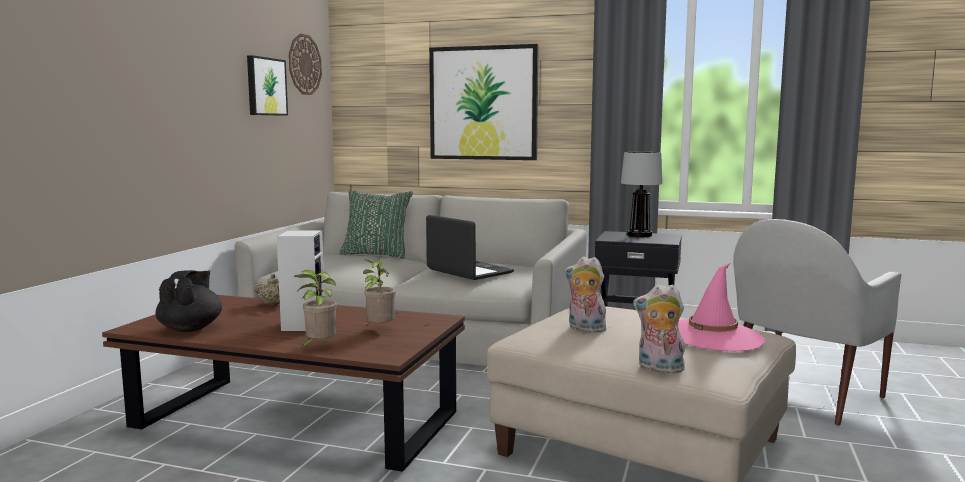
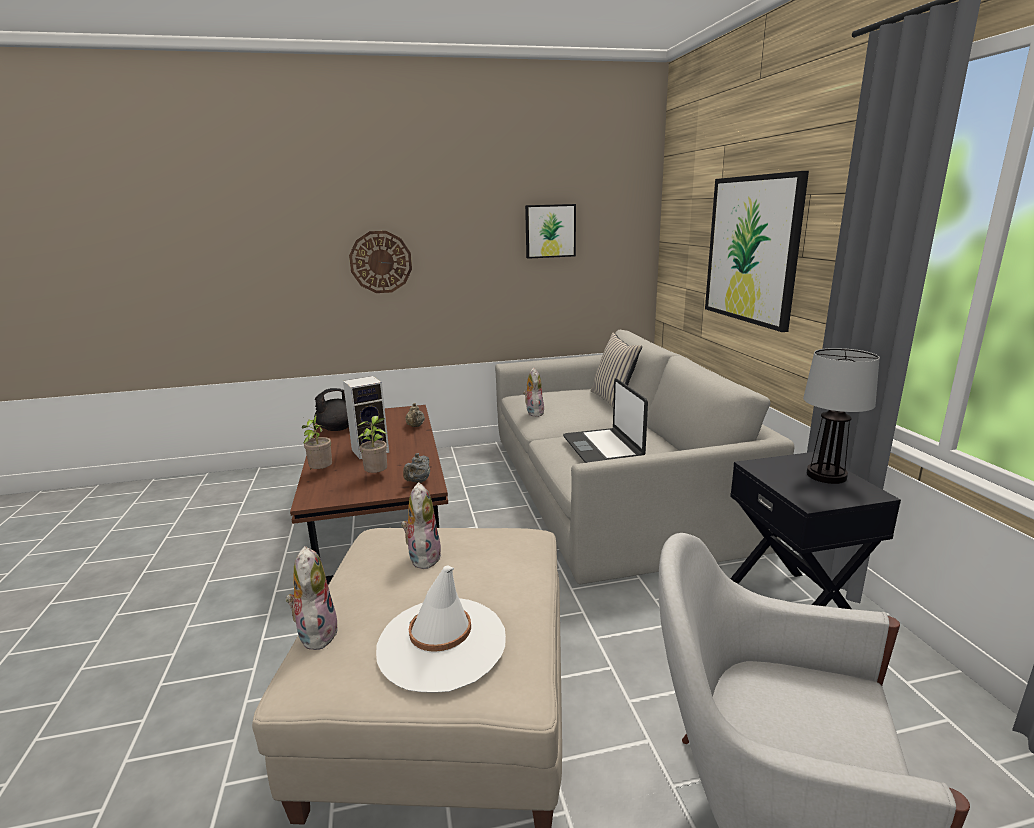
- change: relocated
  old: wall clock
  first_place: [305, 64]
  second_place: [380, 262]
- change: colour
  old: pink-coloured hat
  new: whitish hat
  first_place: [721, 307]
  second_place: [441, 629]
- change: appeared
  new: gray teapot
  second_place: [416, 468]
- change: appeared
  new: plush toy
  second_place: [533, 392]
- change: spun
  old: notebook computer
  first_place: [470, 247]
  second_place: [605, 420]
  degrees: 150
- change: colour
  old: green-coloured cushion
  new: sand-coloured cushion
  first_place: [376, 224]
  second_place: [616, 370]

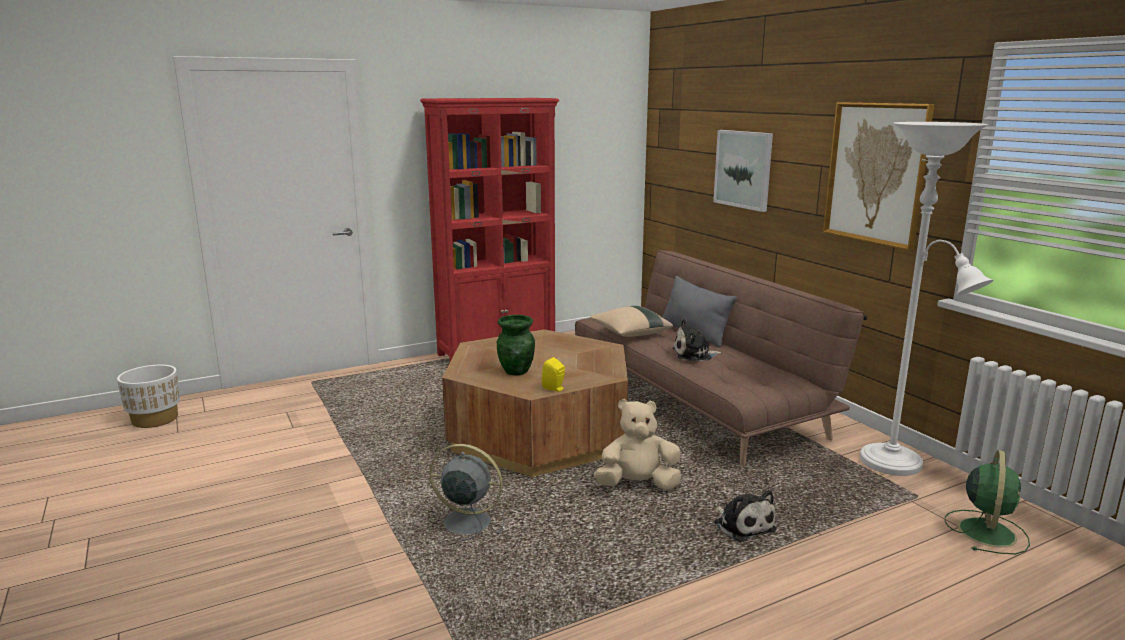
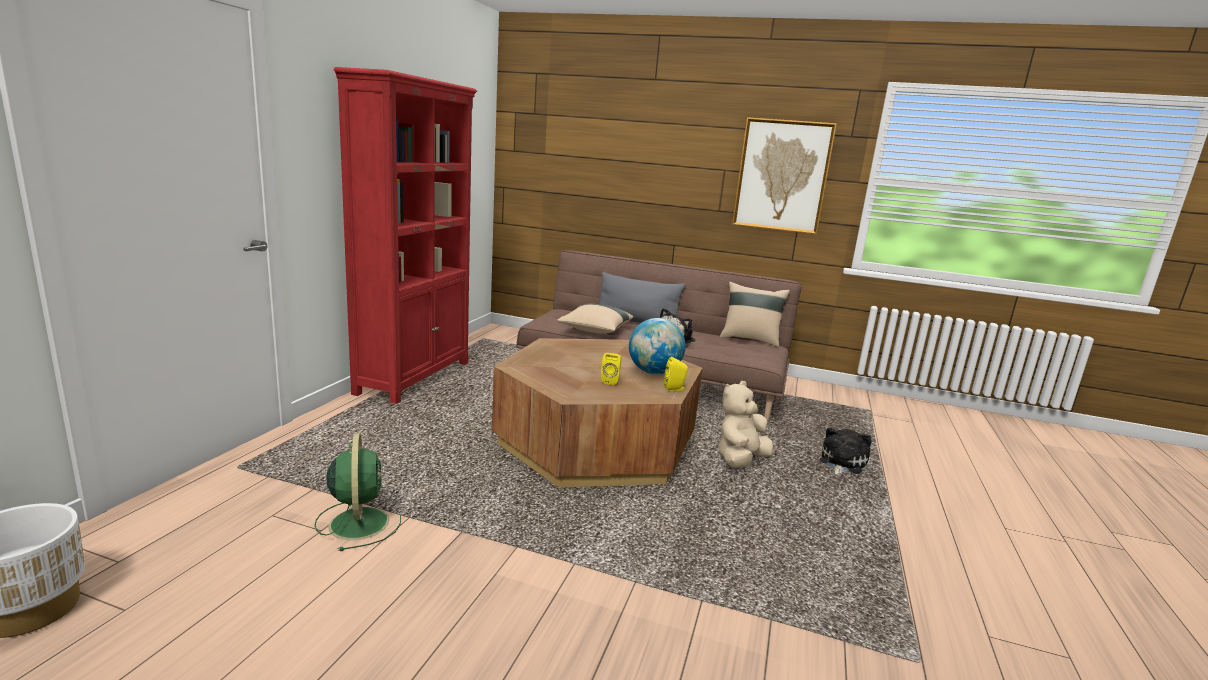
- change: relocated
  old: green-coloured fan
  first_place: [987, 502]
  second_place: [358, 492]
- change: exchanged
  old: green-coloured vase
  new: yellowish audio speaker
  first_place: [516, 345]
  second_place: [611, 369]
- change: appeared
  new: world globe
  second_place: [657, 346]
- change: appeared
  new: sand-coloured cushion
  second_place: [755, 314]
- change: spun
  old: plush toy
  first_place: [745, 516]
  second_place: [846, 451]
  degrees: -75
- change: missing
  old: gray fan
  first_place: [467, 492]
- change: missing
  old: wall art
  first_place: [743, 171]
- change: missing
  old: whitish standing lamp
  first_place: [927, 299]

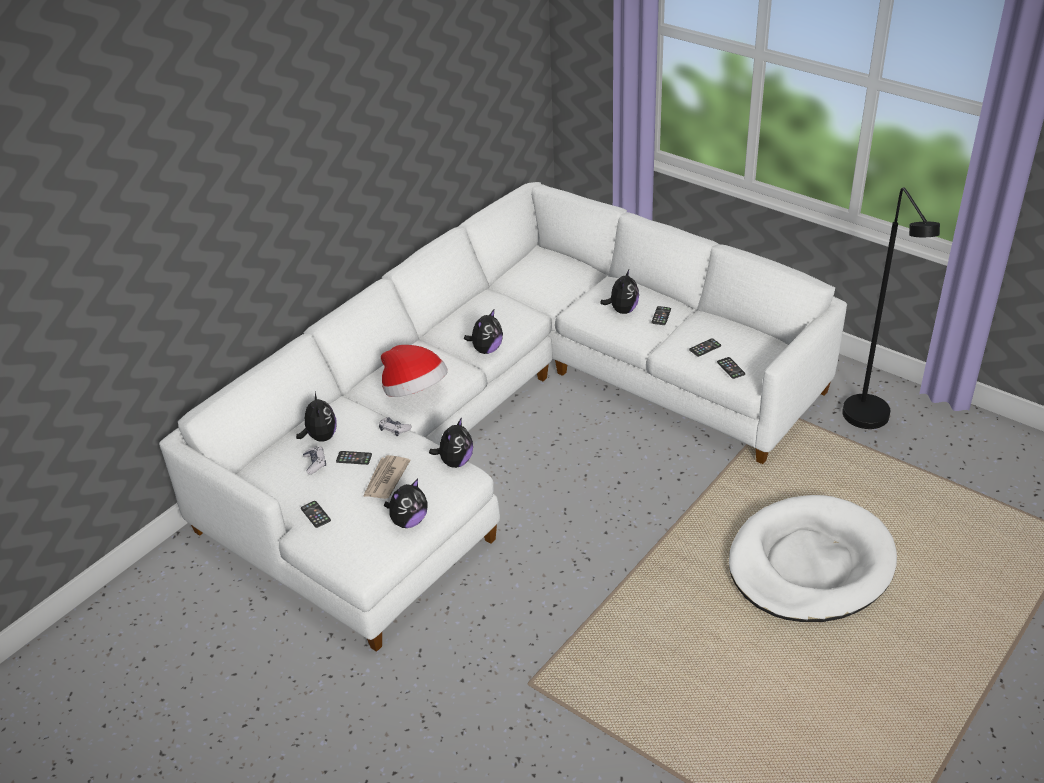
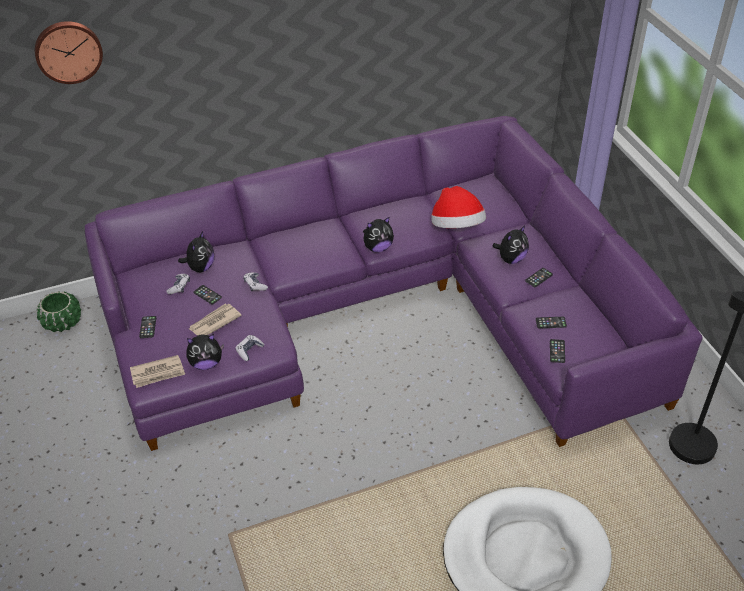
- change: appeared
  new: wall clock
  second_place: [69, 52]
- change: appeared
  new: green-coloured planter
  second_place: [59, 311]
- change: colour
  old: whitish settee
  new: purplish settee
  first_place: [503, 417]
  second_place: [394, 283]
- change: appeared
  new: printed paper
  second_place: [157, 371]
- change: appeared
  new: game controller
  second_place: [250, 348]
- change: relocated
  old: hat
  first_place: [414, 371]
  second_place: [458, 207]
- change: missing
  old: plush toy
  first_place: [451, 442]

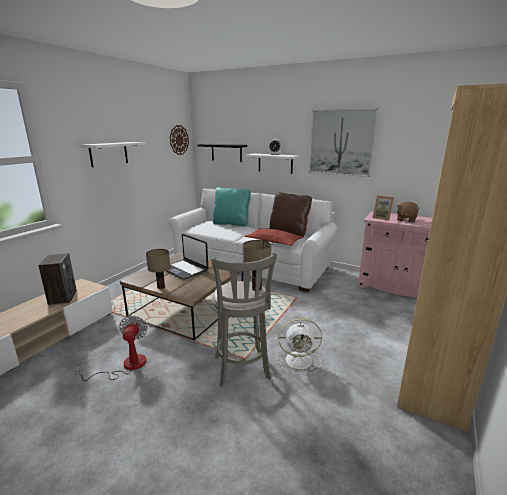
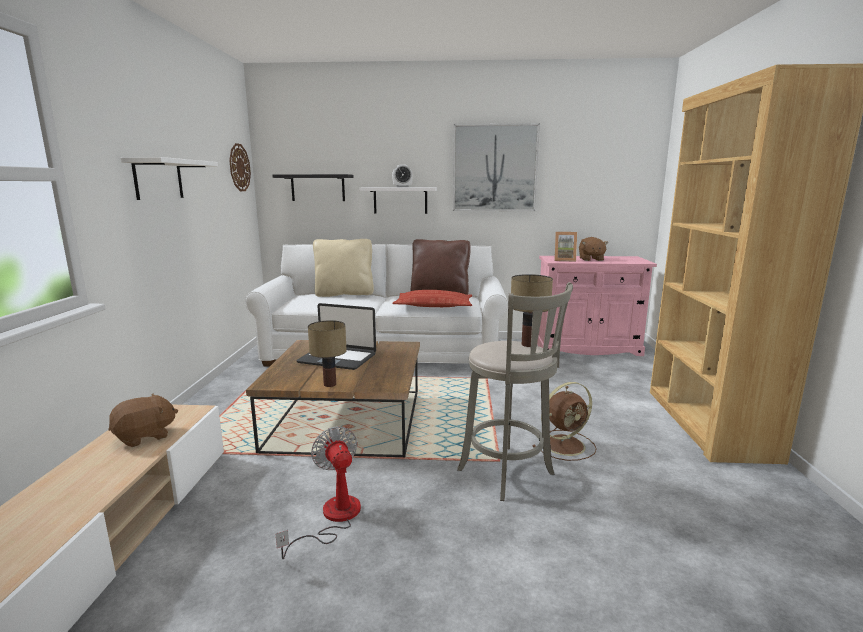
- change: exchanged
  old: audio speaker
  new: brown-coloured plush toy
  first_place: [57, 279]
  second_place: [143, 420]
- change: colour
  old: turquoise cushion
  new: sand-coloured cushion
  first_place: [232, 207]
  second_place: [343, 268]
- change: colour
  old: whitish fan
  new: brown-coloured fan
  first_place: [299, 346]
  second_place: [564, 421]

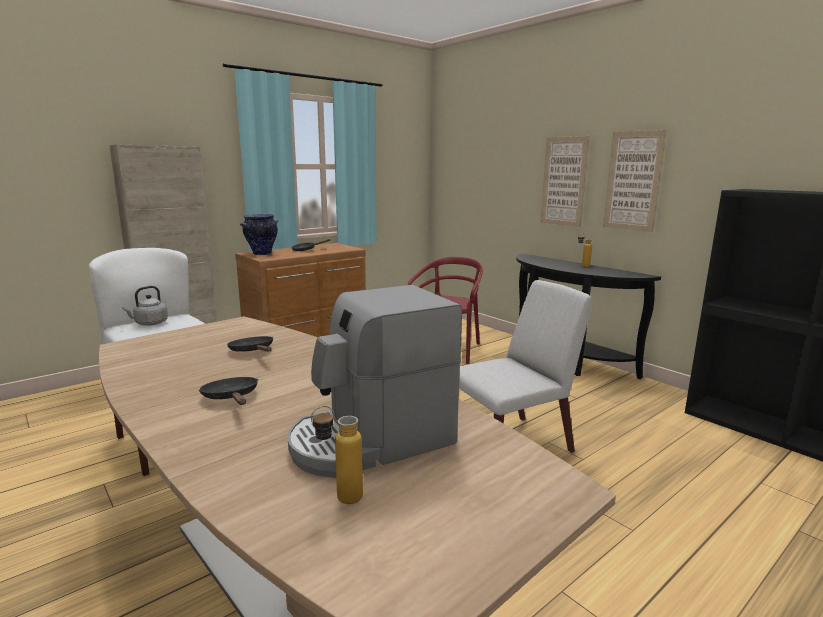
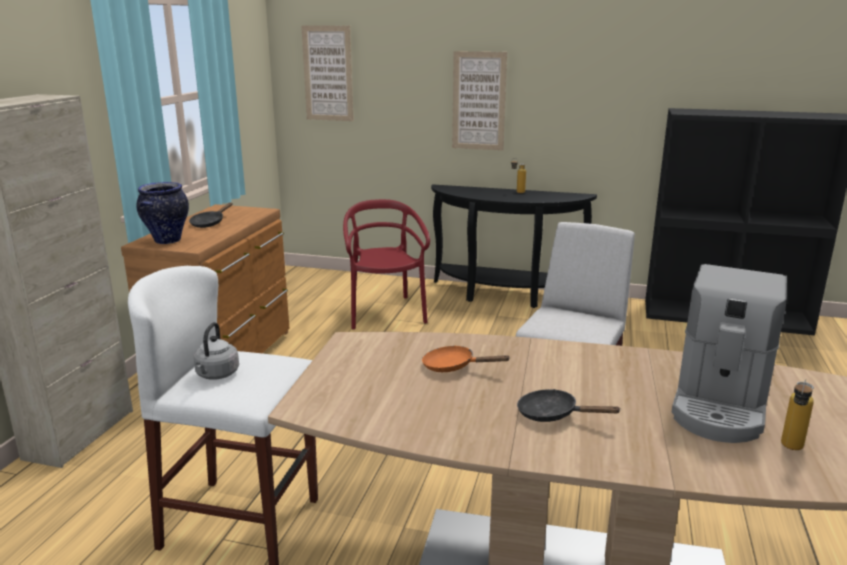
- change: relocated
  old: wall art
  first_place: [635, 181]
  second_place: [327, 73]
- change: colour
  old: black-coloured skillet
  new: orangey skillet
  first_place: [250, 344]
  second_place: [466, 358]

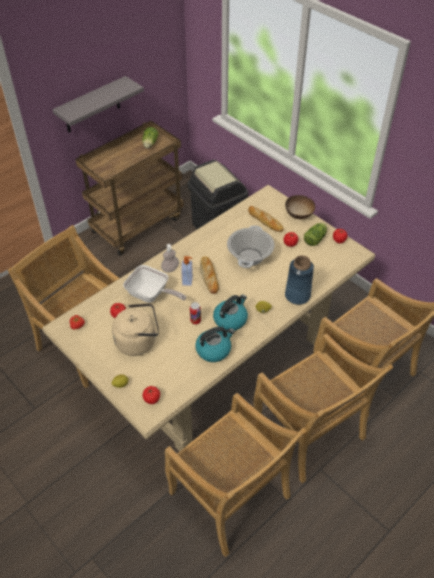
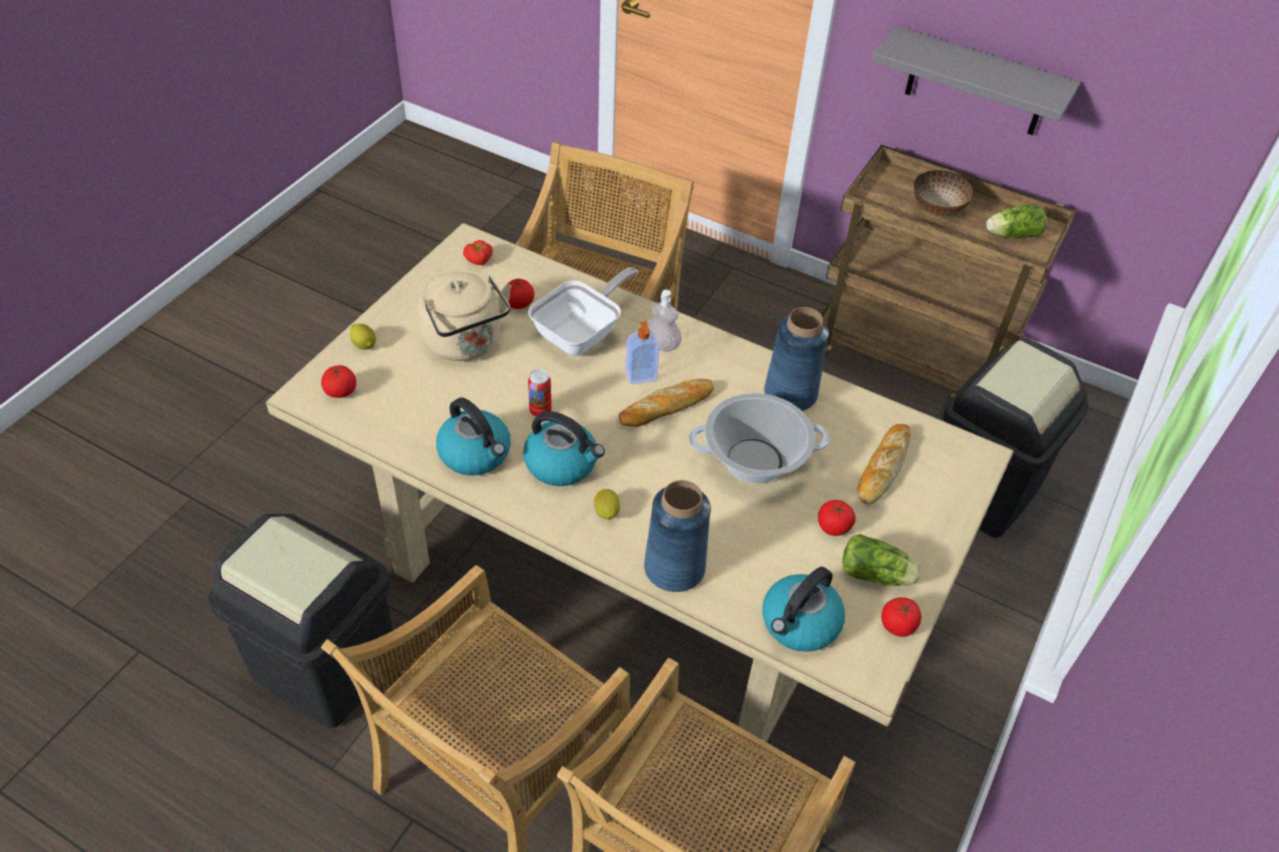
- change: exchanged
  old: sand-coloured upright chair
  new: black-coloured trash can
  first_place: [235, 475]
  second_place: [302, 621]
- change: spun
  old: skillet
  first_place: [154, 284]
  second_place: [583, 311]
  degrees: -150
- change: appeared
  new: water kettle
  second_place: [803, 609]
- change: appeared
  new: blue vase
  second_place: [796, 359]
- change: relocated
  old: serving bowl
  first_place: [300, 207]
  second_place: [944, 193]

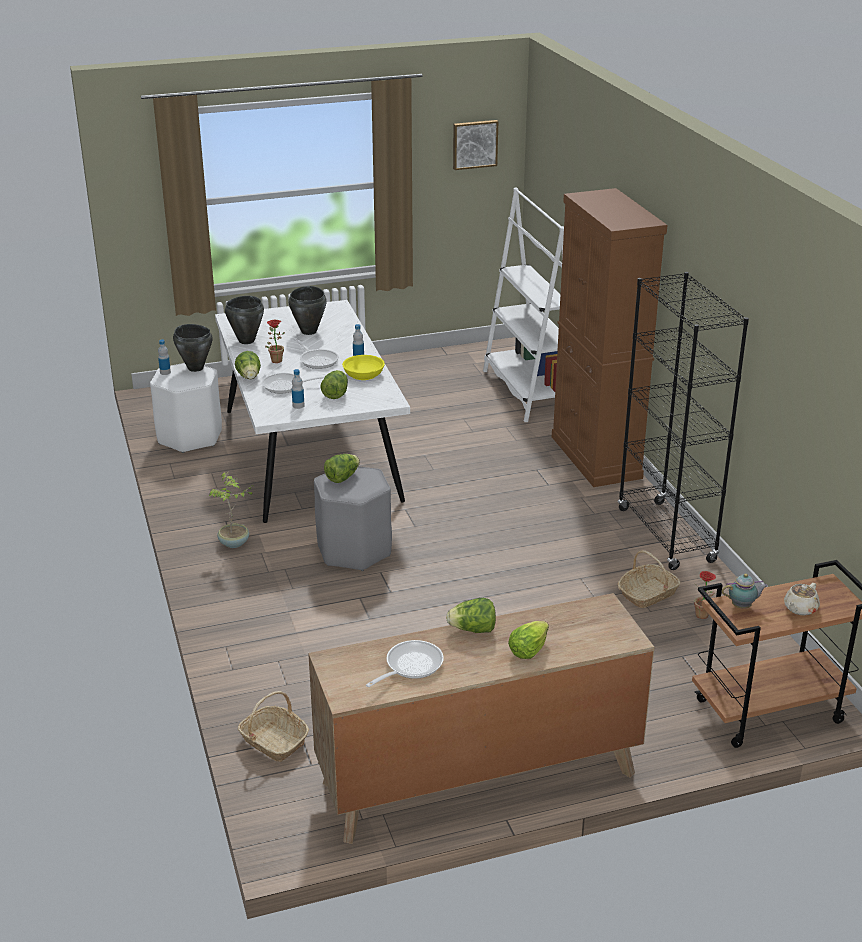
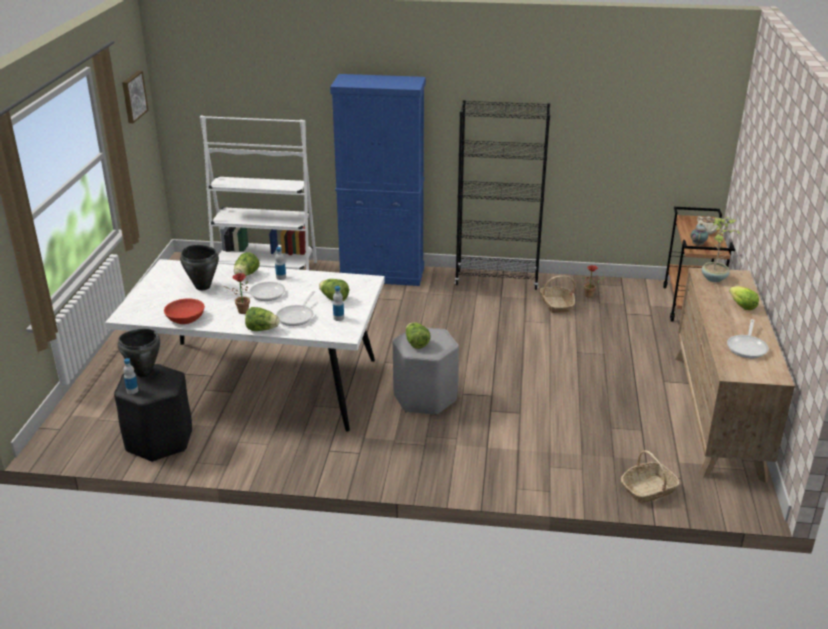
- change: colour
  old: whitish sitting stool
  new: black-coloured sitting stool
  first_place: [186, 408]
  second_place: [153, 413]
- change: exchanged
  old: black-coloured cooking pot
  new: reddish serving bowl
  first_place: [244, 320]
  second_place: [184, 311]
- change: relocated
  old: lettuce
  first_place: [471, 615]
  second_place: [247, 264]
- change: colour
  old: brown-coloured cupboard
  new: blue cupboard
  first_place: [609, 337]
  second_place: [378, 180]
- change: relocated
  old: houseplant
  first_place: [232, 510]
  second_place: [720, 249]
- change: spun
  old: skillet
  first_place: [405, 663]
  second_place: [748, 338]
  degrees: -135
- change: missing
  old: yellowish serving bowl
  first_place: [363, 367]

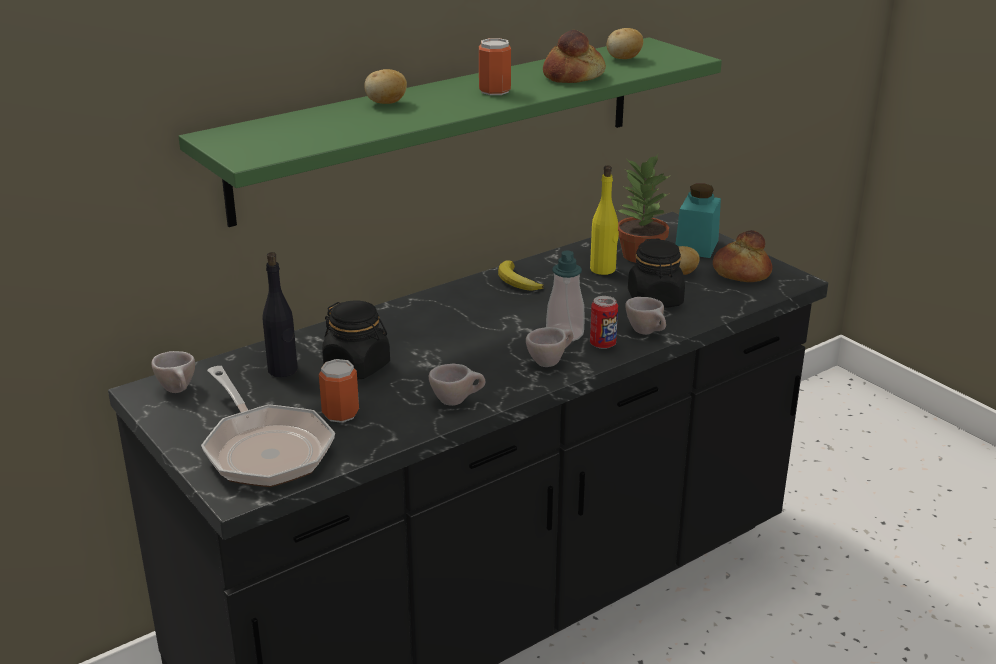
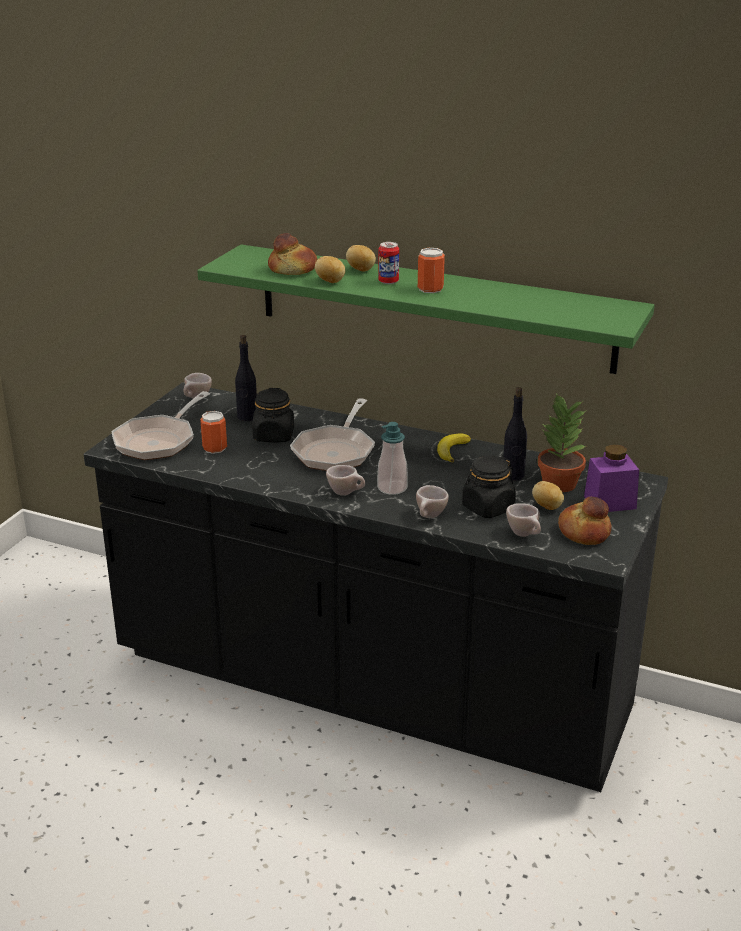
- change: relocated
  old: baked bread
  first_place: [574, 56]
  second_place: [293, 254]
- change: appeared
  new: skillet
  second_place: [332, 434]
- change: relocated
  old: potato
  first_place: [625, 43]
  second_place: [330, 269]
- change: relocated
  old: metal can
  first_place: [604, 322]
  second_place: [388, 263]
- change: colour
  old: yellowish drink bottle
  new: black-coloured drink bottle
  first_place: [604, 220]
  second_place: [515, 434]
- change: relocated
  old: sand-coloured small cup
  first_place: [457, 385]
  second_place: [523, 520]
- change: colour
  old: turquoise jar
  new: purplish jar
  first_place: [698, 220]
  second_place: [611, 478]

